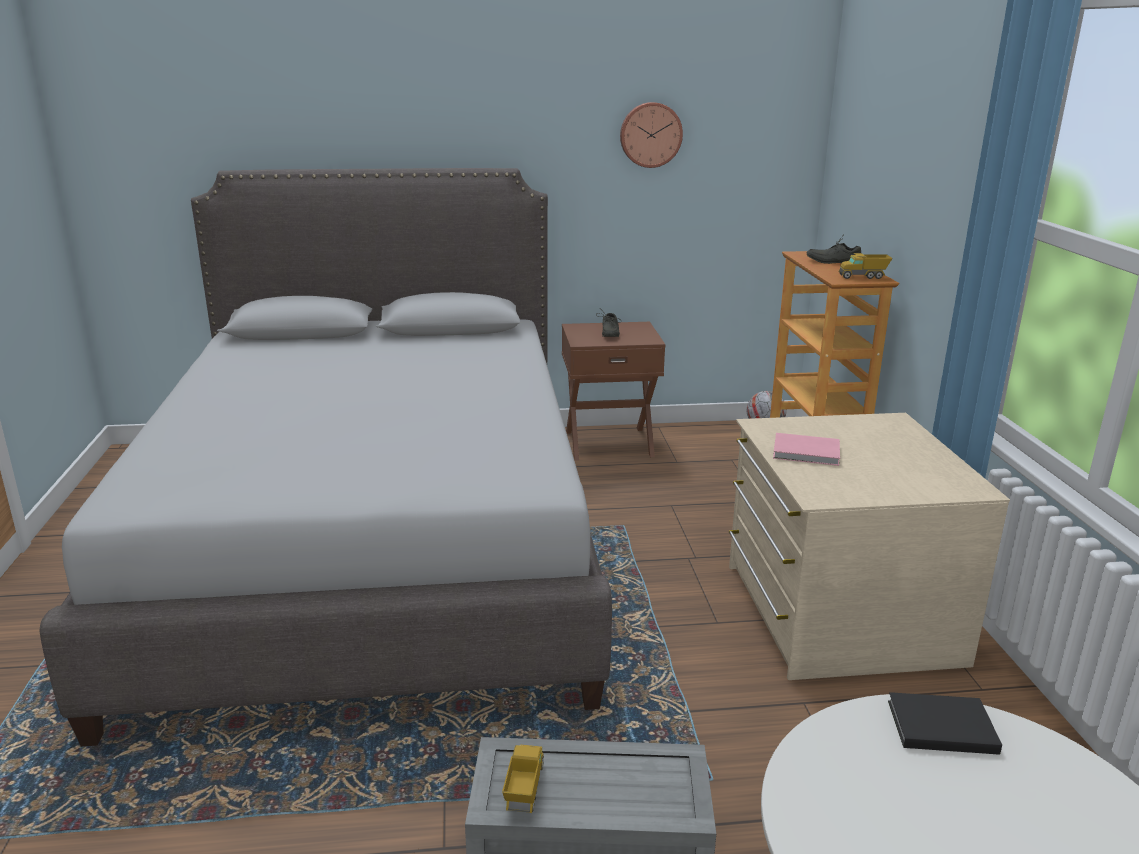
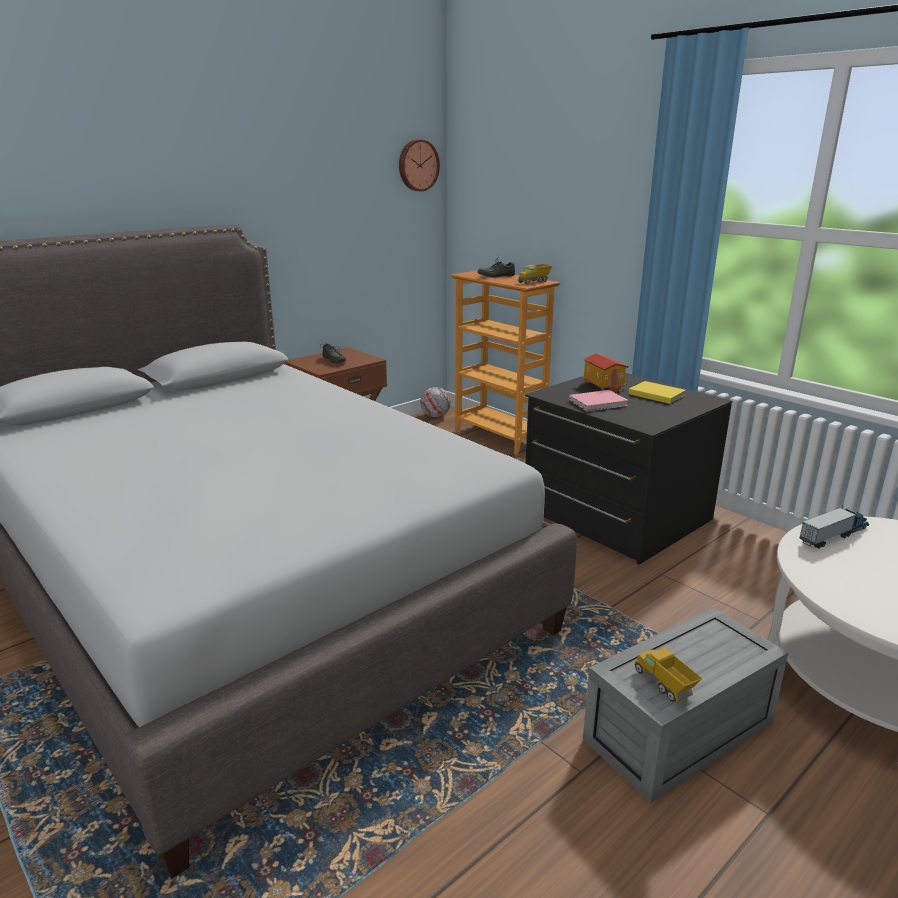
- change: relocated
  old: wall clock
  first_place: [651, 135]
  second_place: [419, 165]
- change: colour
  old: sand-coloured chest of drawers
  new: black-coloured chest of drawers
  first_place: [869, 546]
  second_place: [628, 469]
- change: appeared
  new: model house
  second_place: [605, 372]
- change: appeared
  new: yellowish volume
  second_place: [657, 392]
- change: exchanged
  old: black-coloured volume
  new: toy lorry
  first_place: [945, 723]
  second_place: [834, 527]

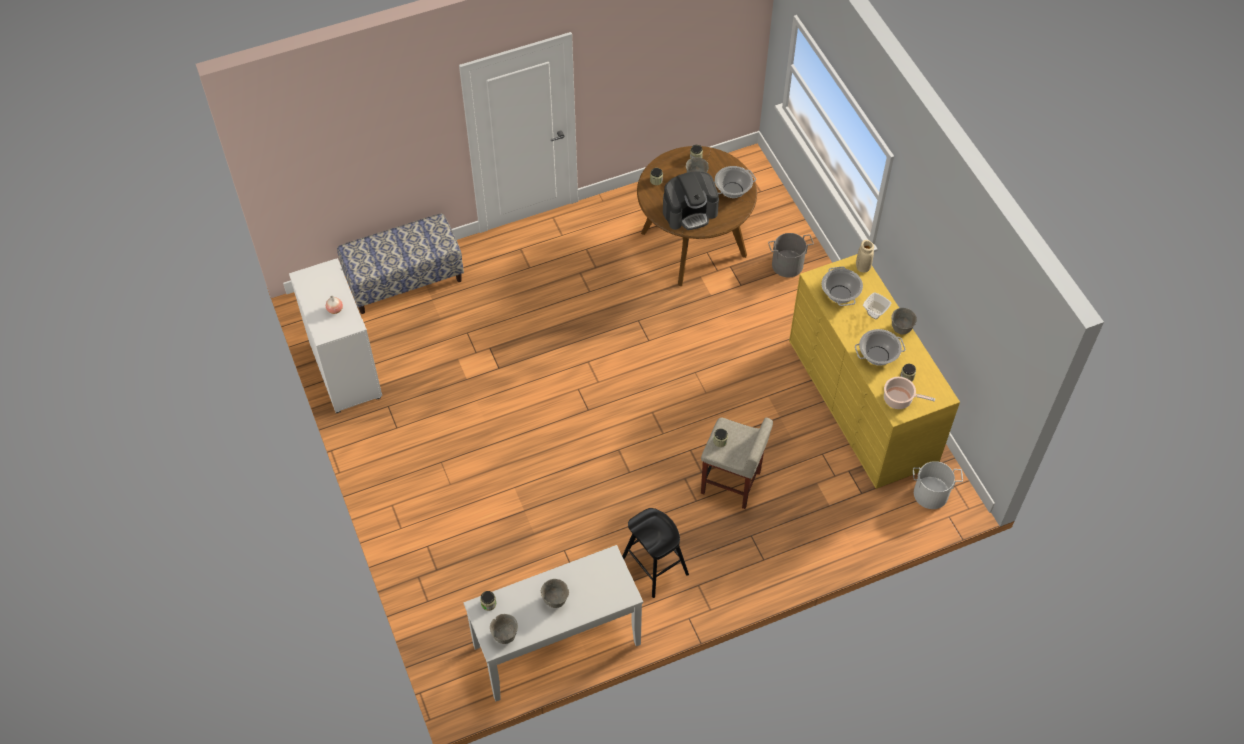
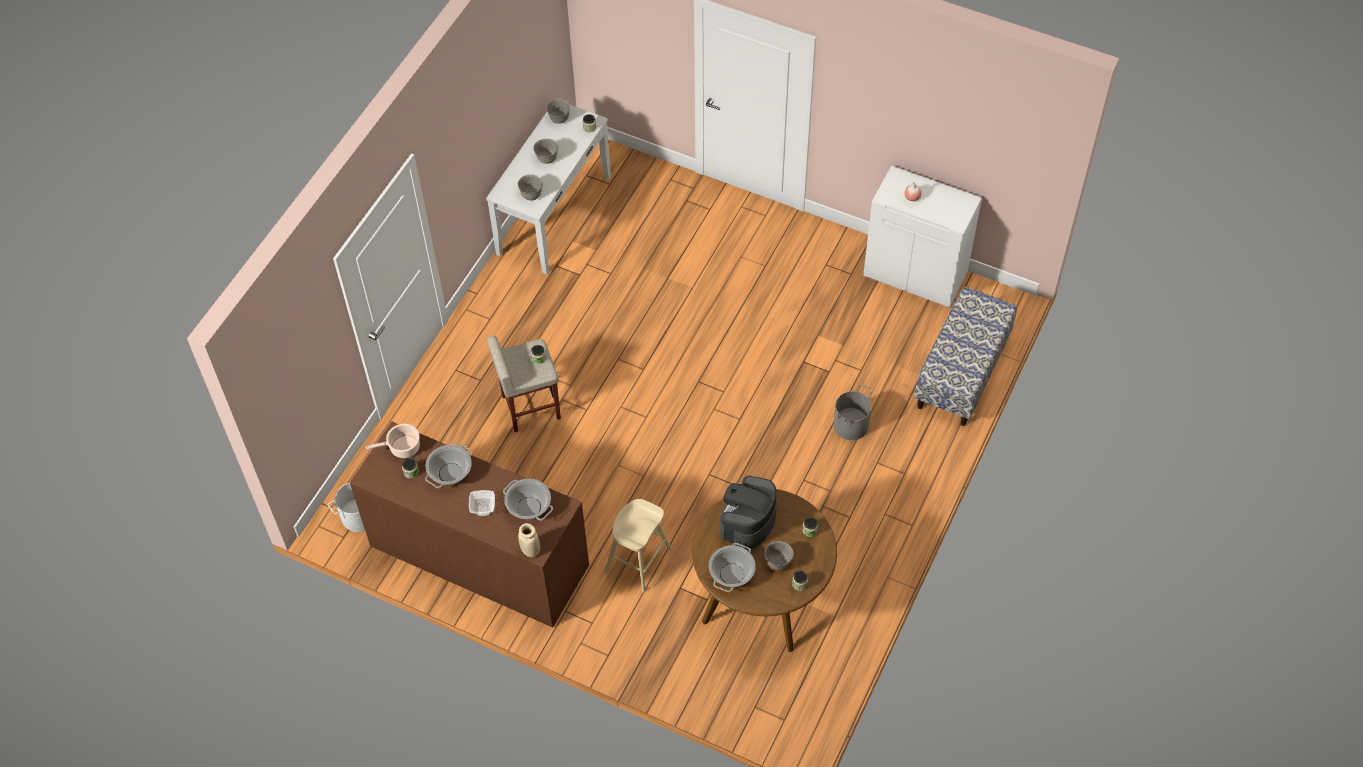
- change: colour
  old: yellowish chest of drawers
  new: brown-coloured chest of drawers
  first_place: [874, 371]
  second_place: [469, 525]
- change: relocated
  old: gray serving bowl
  first_place: [904, 321]
  second_place: [530, 187]
- change: appeared
  new: sand-coloured sitting stool
  second_place: [638, 546]
- change: relocated
  old: gray water bucket
  first_place: [791, 255]
  second_place: [853, 412]
- change: missing
  old: black-coloured sitting stool
  first_place: [655, 553]

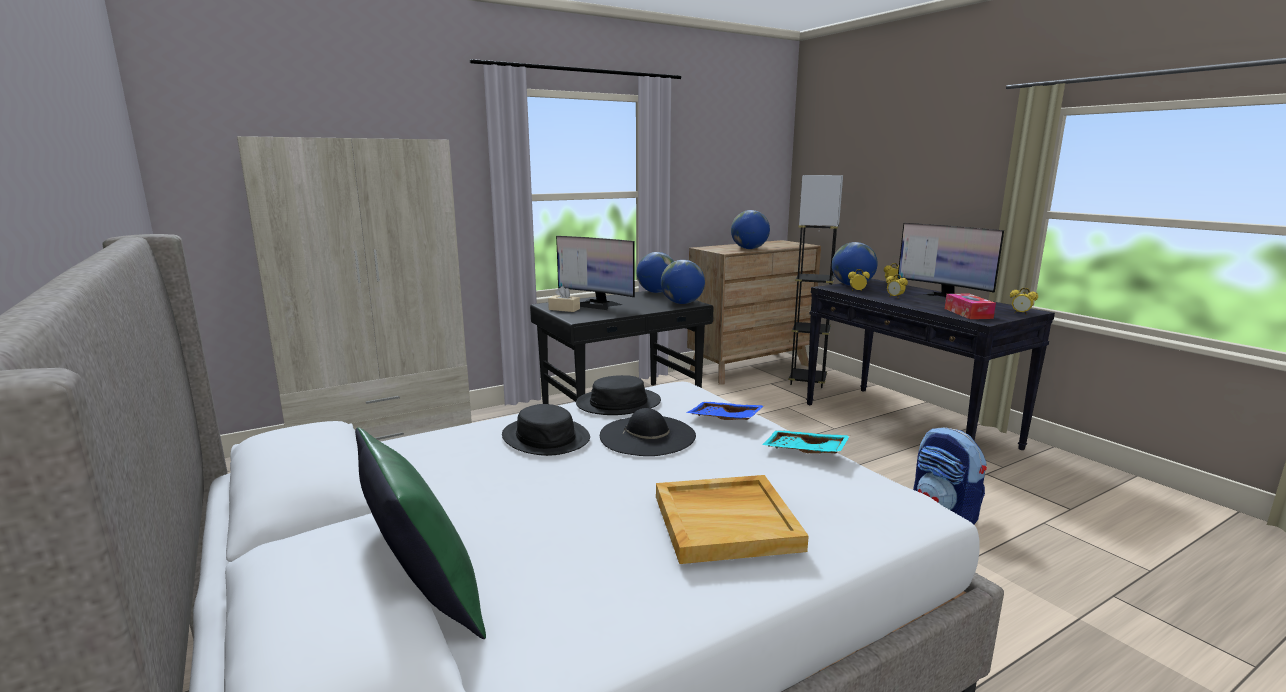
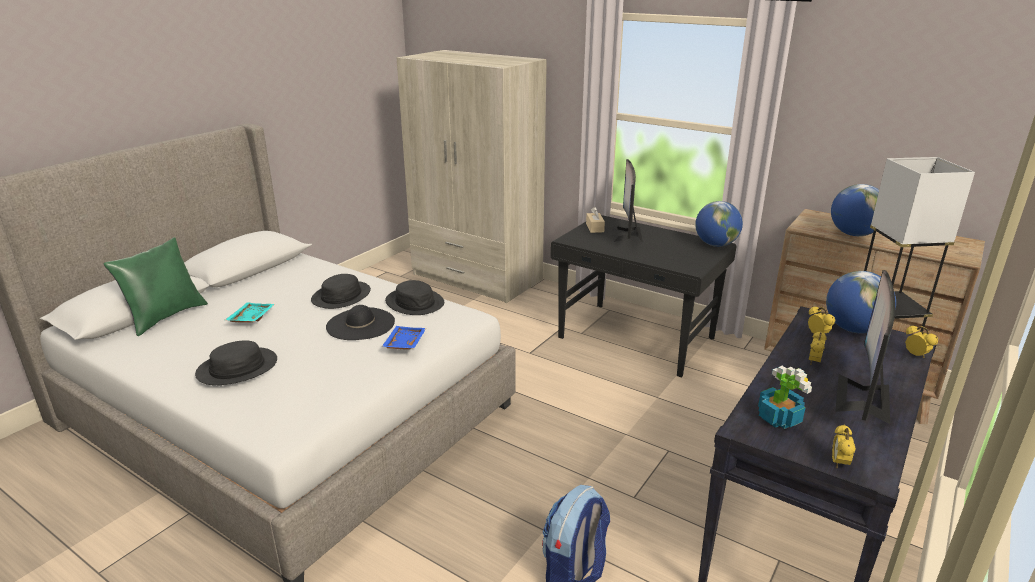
- change: exchanged
  old: sand-coloured tray
  new: black-coloured hat
  first_place: [732, 519]
  second_place: [236, 362]
- change: relocated
  old: turquoise tray
  first_place: [806, 441]
  second_place: [250, 312]
- change: exchanged
  old: tissue box
  new: houseplant
  first_place: [970, 306]
  second_place: [785, 397]
- change: missing
  old: world globe
  first_place: [683, 282]

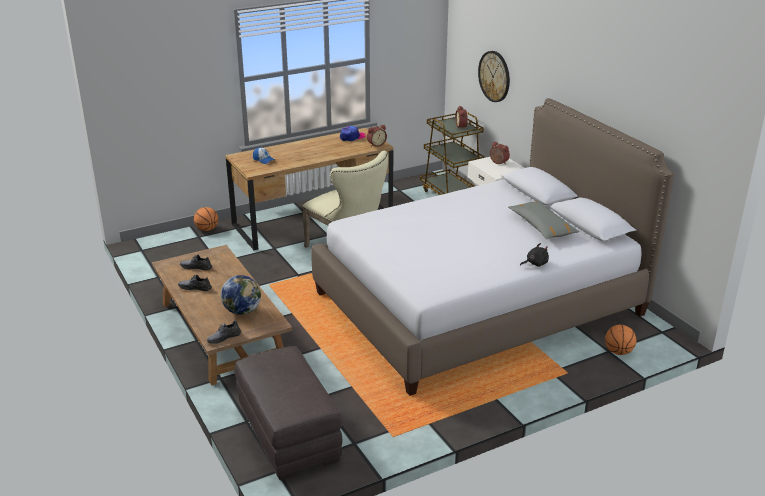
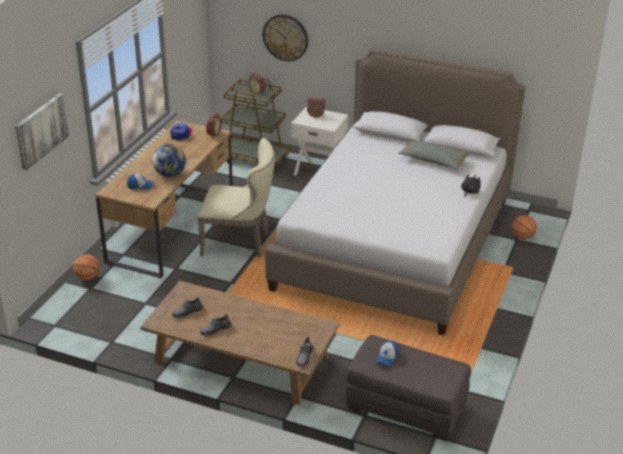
- change: appeared
  new: wall art
  second_place: [42, 131]
- change: relocated
  old: world globe
  first_place: [241, 295]
  second_place: [169, 160]
- change: appeared
  new: peaked cap
  second_place: [387, 353]

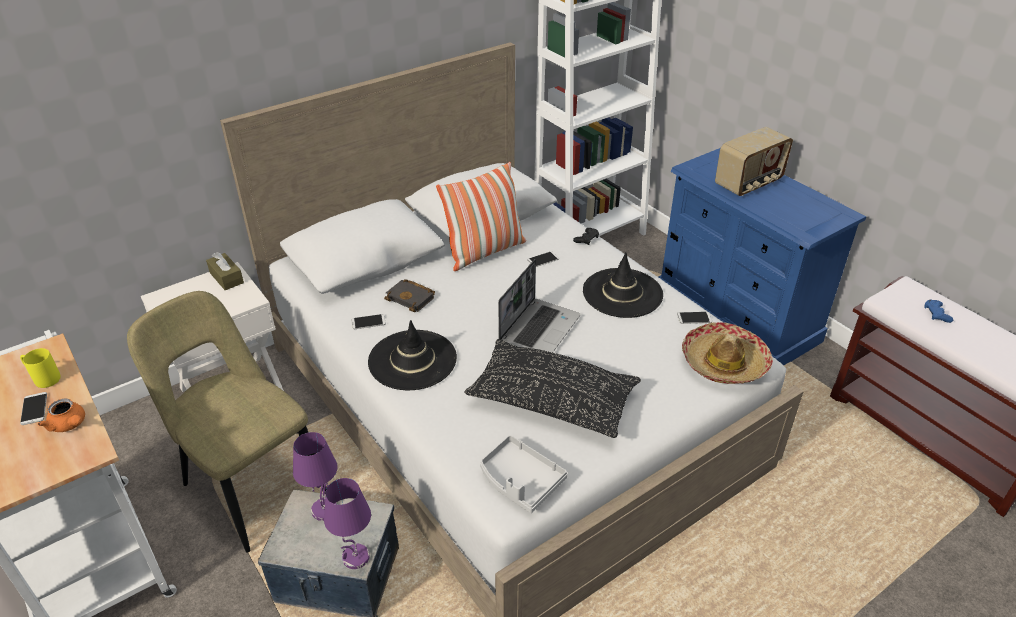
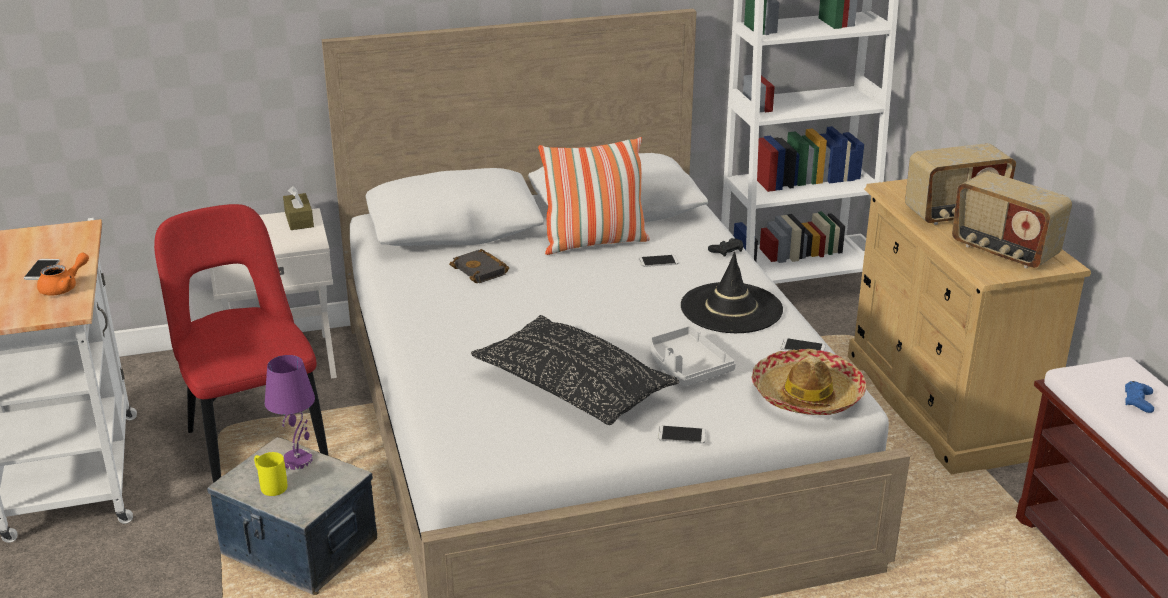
- change: spun
  old: orangey teapot
  first_place: [61, 415]
  second_place: [63, 274]
  degrees: -105
- change: colour
  old: sand-coloured upright chair
  new: reddish upright chair
  first_place: [227, 422]
  second_place: [241, 343]
- change: relocated
  old: yellowish mug
  first_place: [40, 368]
  second_place: [270, 474]
- change: relocated
  old: gray tray
  first_place: [524, 474]
  second_place: [693, 356]
- change: relocated
  old: phone
  first_place: [368, 321]
  second_place: [682, 435]
- change: colour
  old: blue chest of drawers
  new: sand-coloured chest of drawers
  first_place: [762, 257]
  second_place: [969, 326]
- change: appeared
  new: radio
  second_place: [1012, 219]
- change: missing
  old: purplish table lamp
  first_place: [347, 523]
- change: missing
  old: black-coloured hat
  first_place: [412, 355]
- change: missing
  old: notebook computer
  first_place: [539, 306]

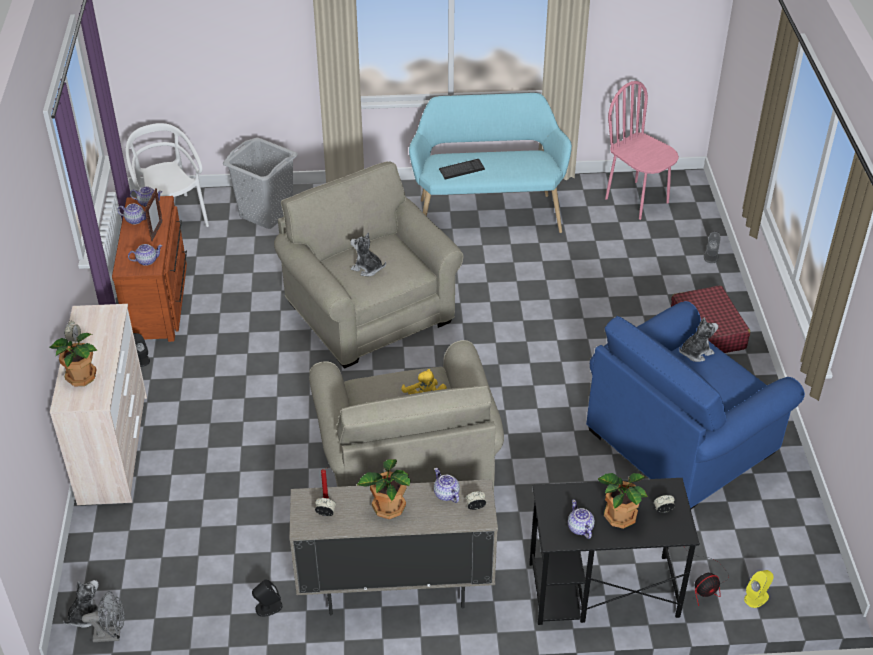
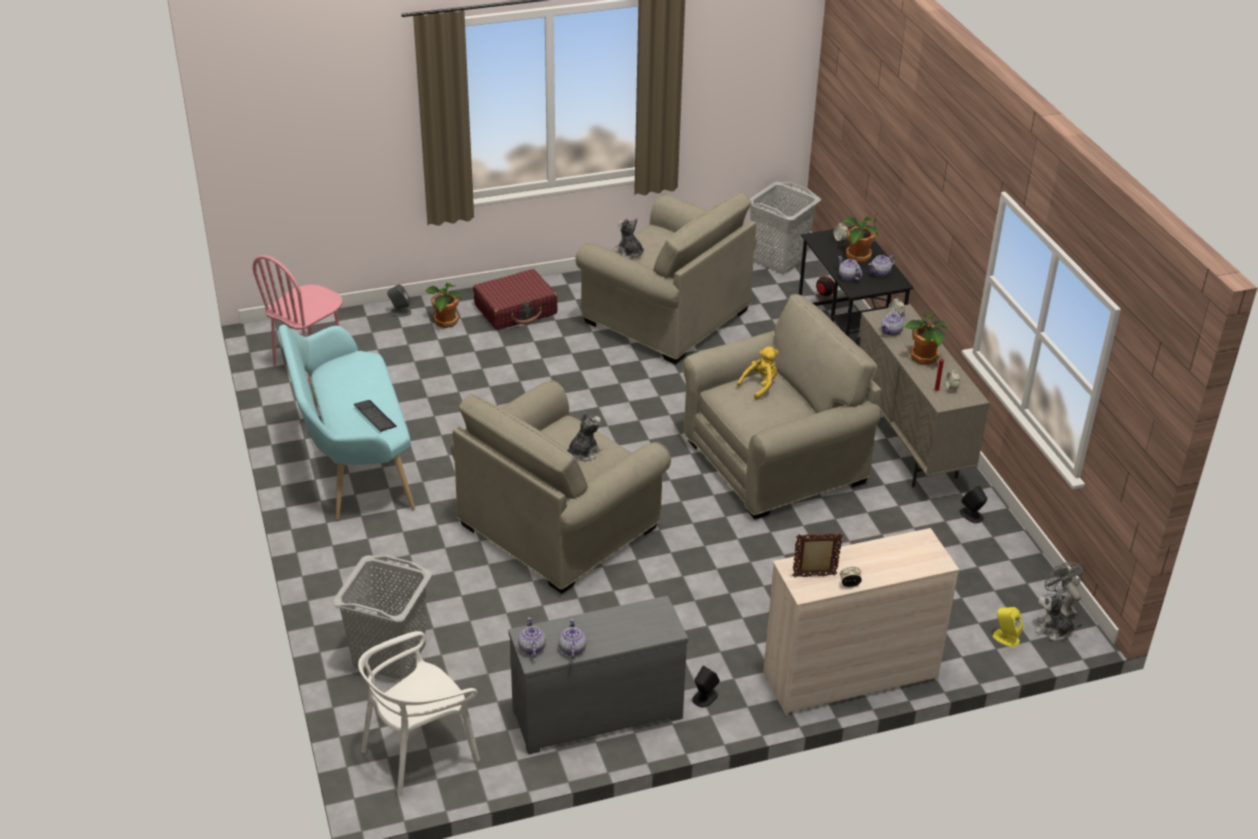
- change: relocated
  old: houseplant
  first_place: [74, 360]
  second_place: [443, 305]
- change: colour
  old: brown-coloured chest of drawers
  new: gray chest of drawers
  first_place: [149, 269]
  second_place: [598, 675]
- change: spun
  old: plush toy
  first_place: [368, 254]
  second_place: [584, 436]
  degrees: -150
- change: colour
  old: blue lounge chair
  new: sand-coloured lounge chair
  first_place: [695, 405]
  second_place: [666, 278]
- change: appeared
  new: gray laundry basket
  second_place: [785, 228]
- change: relocated
  old: photo frame
  first_place: [154, 214]
  second_place: [817, 555]
- change: relocated
  old: teapot
  first_place: [145, 255]
  second_place: [850, 268]
- change: relocated
  old: yellowish audio speaker
  first_place: [759, 589]
  second_place: [1008, 627]

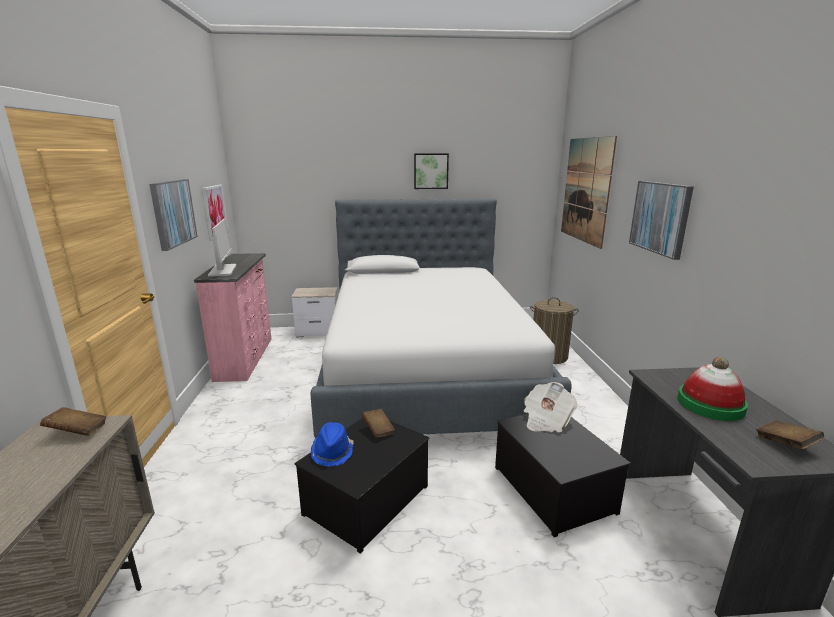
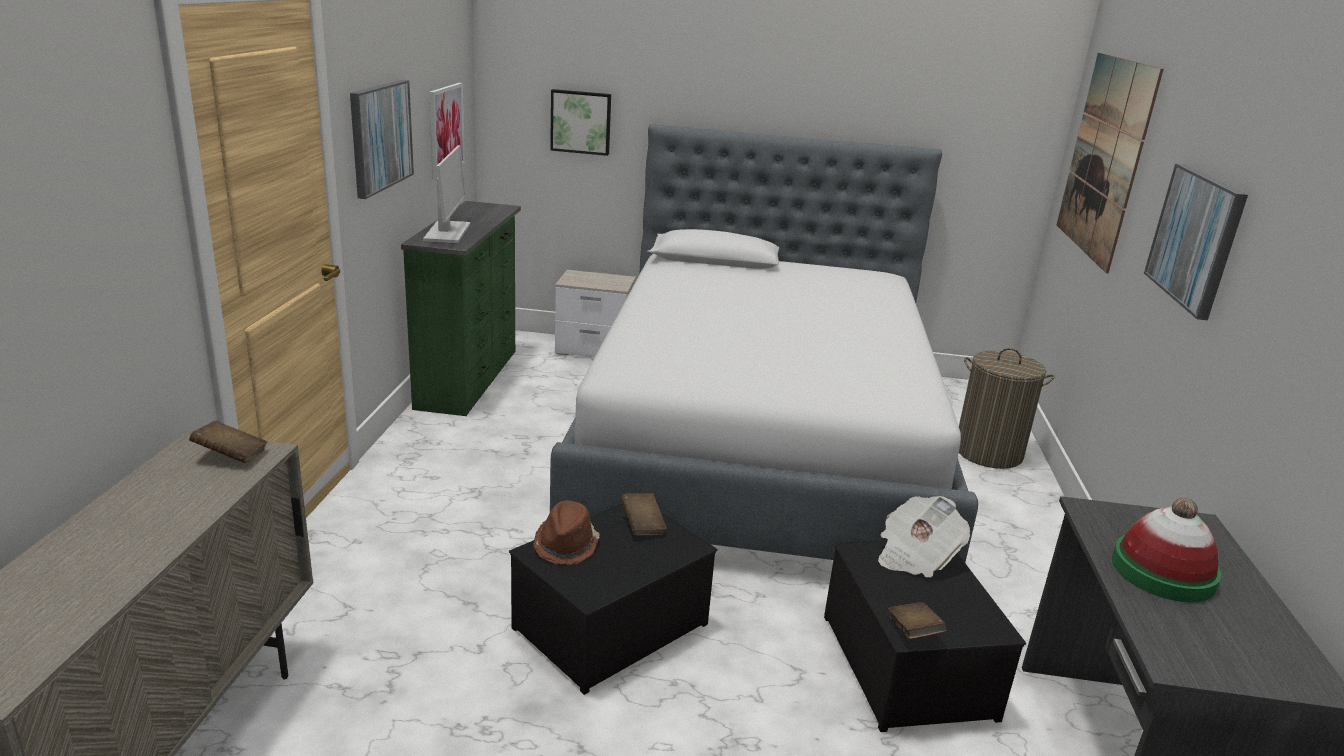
- change: colour
  old: pink-coloured chest of drawers
  new: green-coloured chest of drawers
  first_place: [233, 317]
  second_place: [461, 308]
- change: colour
  old: blue hat
  new: brown-coloured hat
  first_place: [332, 444]
  second_place: [566, 533]
- change: relocated
  old: wall art
  first_place: [431, 171]
  second_place: [580, 122]
- change: relocated
  old: brown-coloured volume
  first_place: [790, 434]
  second_place: [917, 620]

